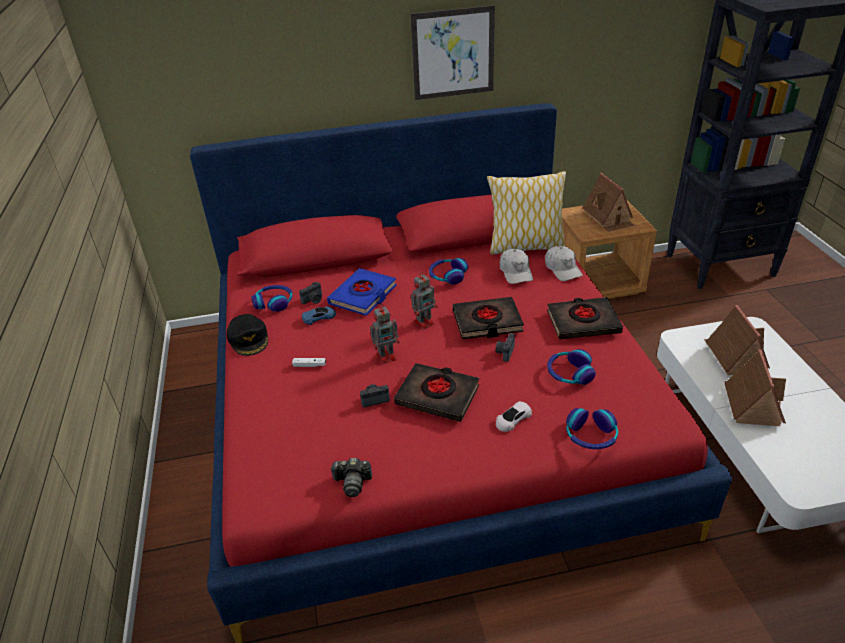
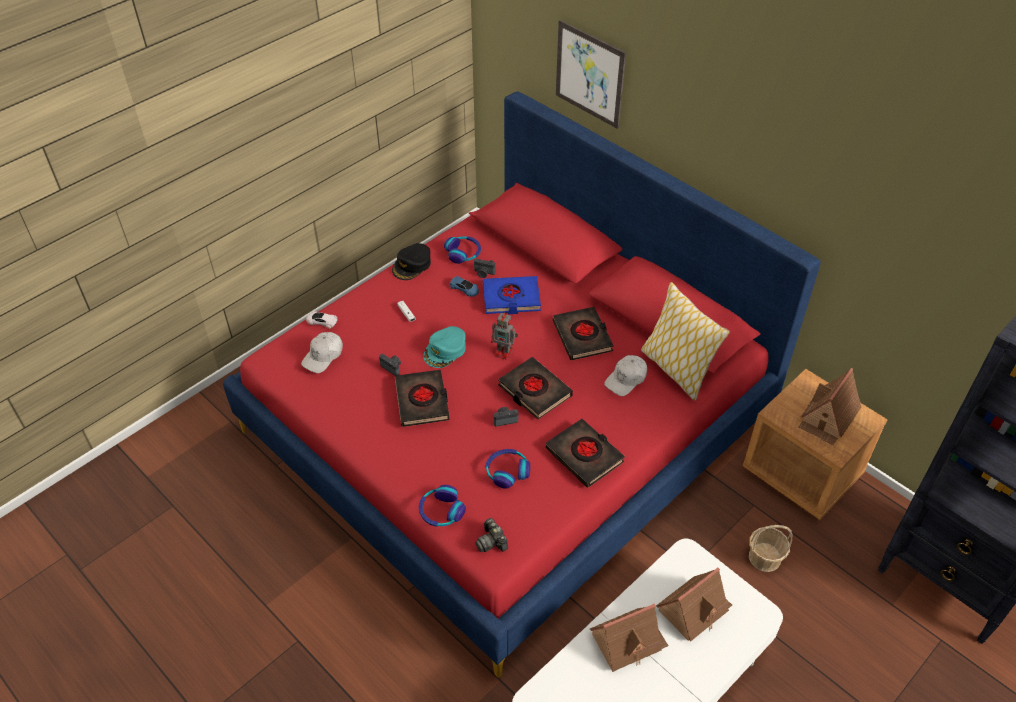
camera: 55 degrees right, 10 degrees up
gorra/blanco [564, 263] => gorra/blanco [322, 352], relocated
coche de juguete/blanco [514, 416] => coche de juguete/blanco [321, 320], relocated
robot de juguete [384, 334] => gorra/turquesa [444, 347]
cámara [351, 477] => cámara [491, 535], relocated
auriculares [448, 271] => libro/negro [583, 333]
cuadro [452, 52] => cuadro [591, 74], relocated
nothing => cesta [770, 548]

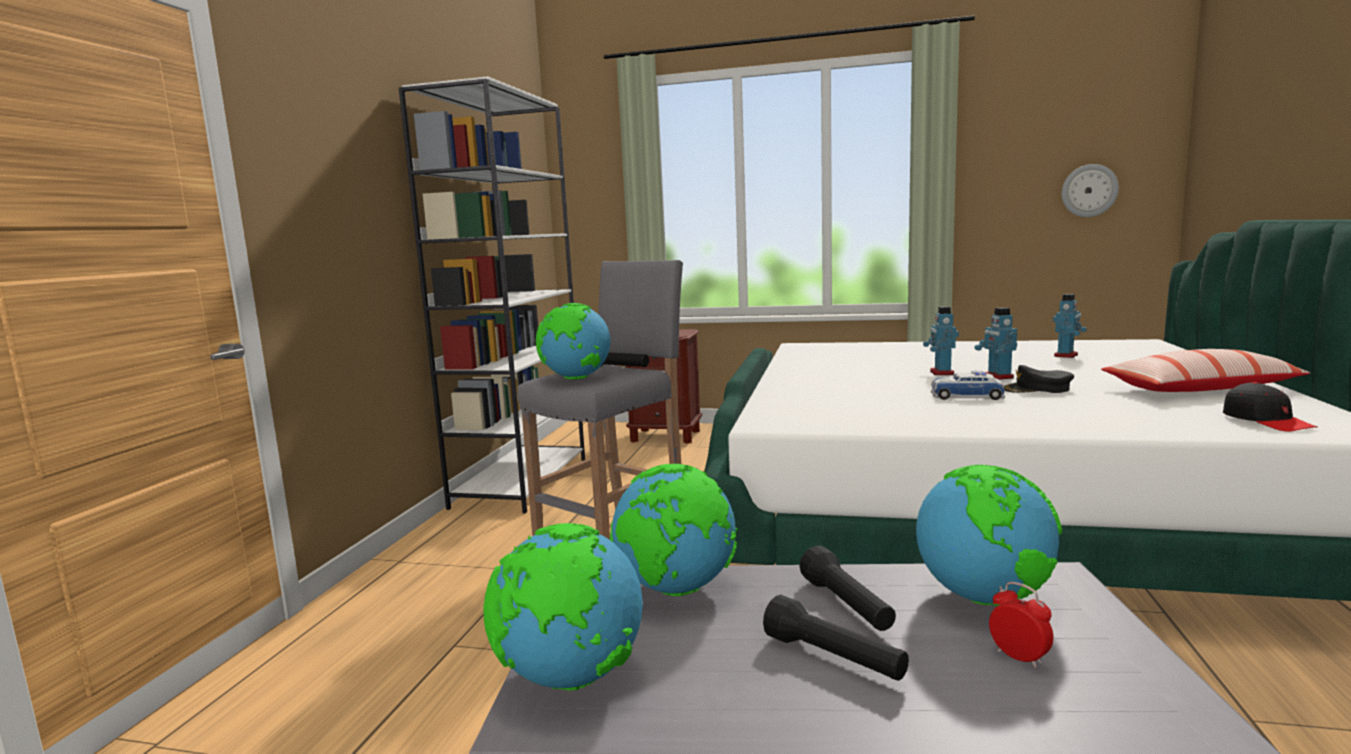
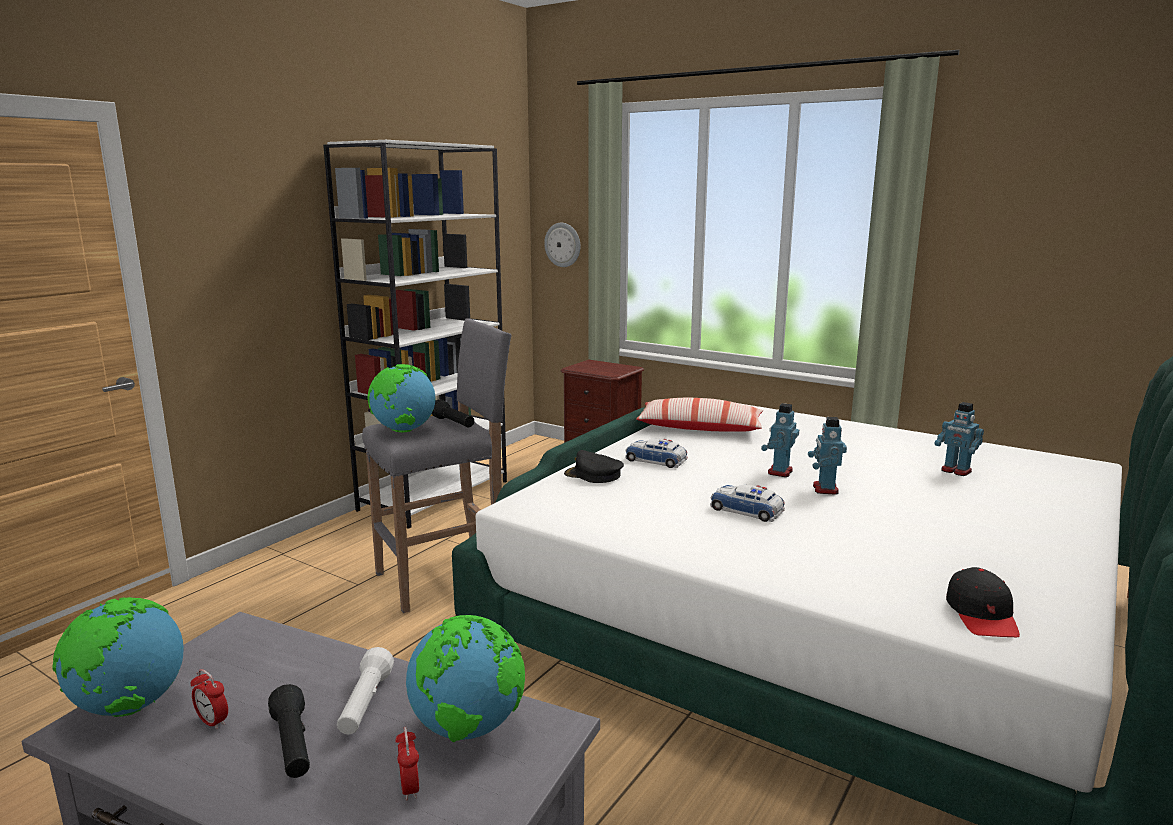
camera: 20 degrees right, 5 degrees up
nothing => despertador [209, 699]
linterna/negro [847, 588] => linterna/blanco [365, 691]
reloj de pared [1090, 190] => reloj de pared [562, 245], relocated
gorra/negro [1039, 379] => gorra/negro [594, 466], relocated
nothing => coche de juguete [656, 453]
cojín [1205, 370] => cojín [699, 415], relocated
robot de juguete [1070, 326] => robot de juguete [959, 439], 75 degrees clockwise
globo terráqueo [674, 530] => nothing

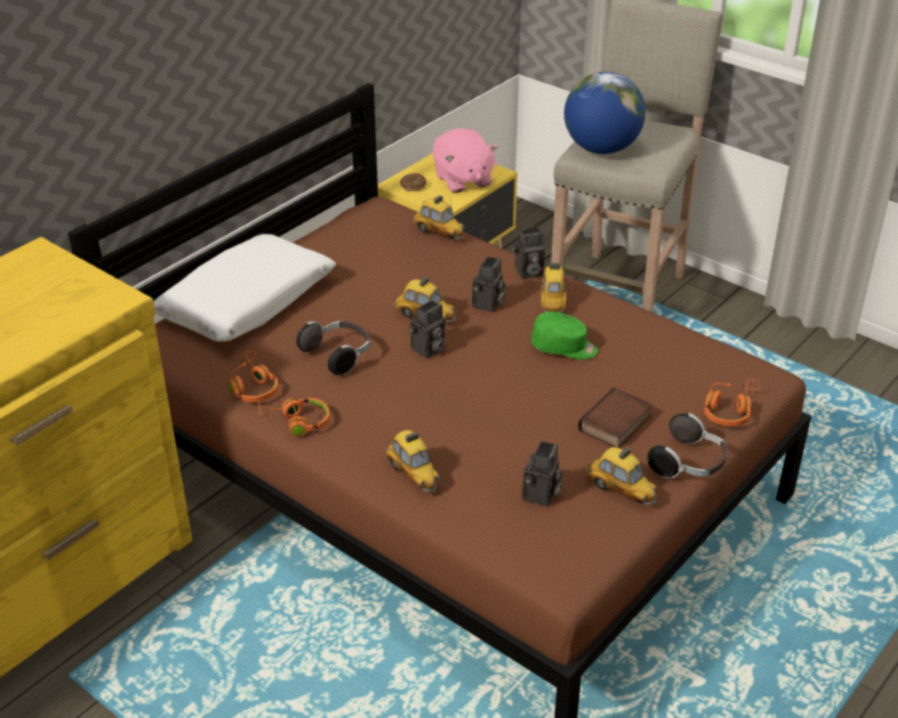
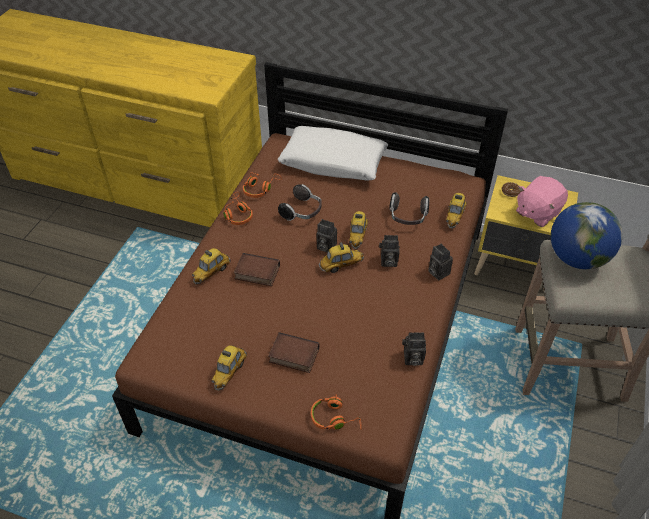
camera: 70 degrees right, 10 degrees up
nothing => libro [257, 269]
coche de juguete [553, 287] => coche de juguete [341, 256], relocated
auriculares [687, 446] => auriculares [409, 208], relocated
cámara [542, 473] => cámara [414, 349], relocated
gorra/verde [564, 335] => nothing

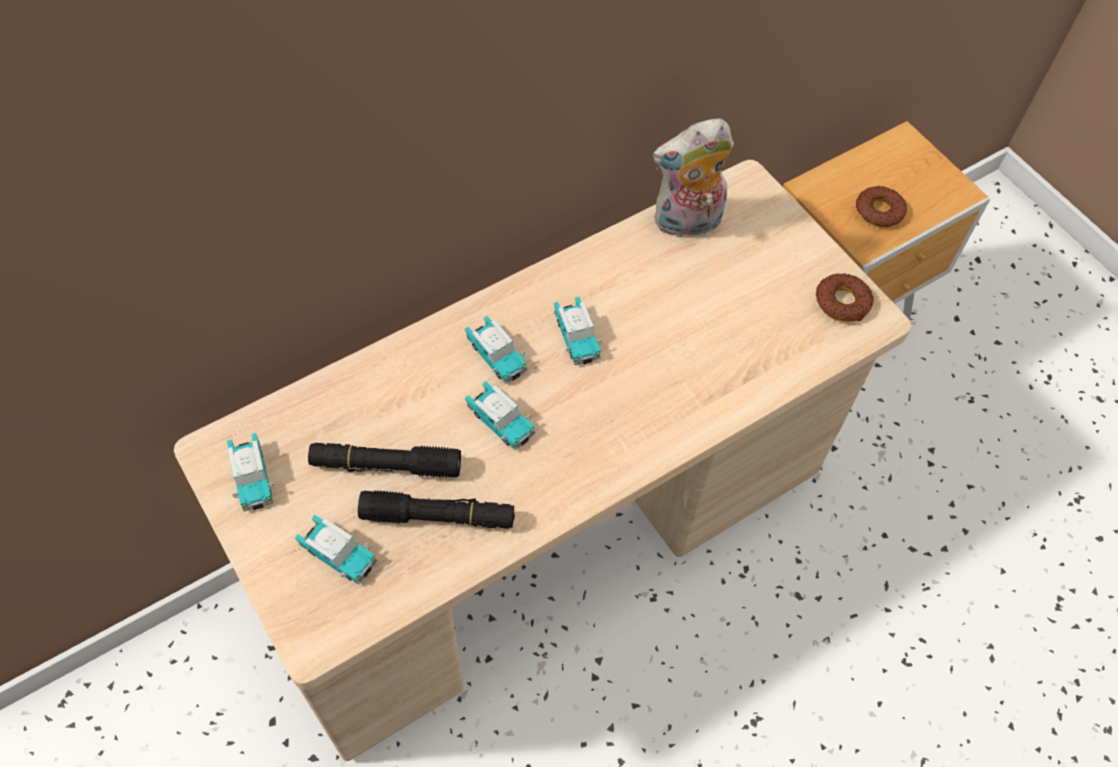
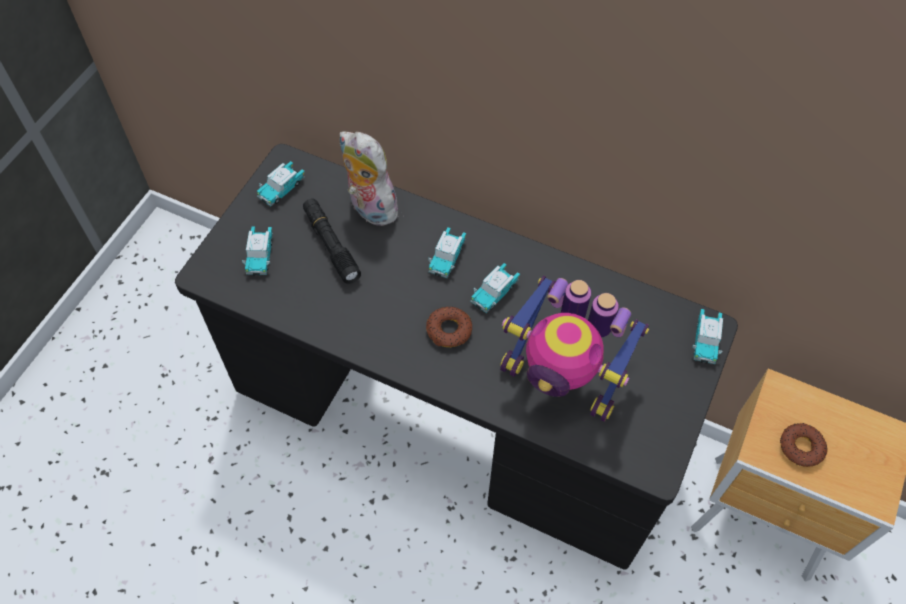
camera: 60 degrees right, 0 degrees up
escritorio/beis [543, 460] => escritorio/negro [456, 357]
peluche [693, 178] => peluche [369, 178], relocated
rosquilla [845, 297] => rosquilla [449, 327], relocated
nothing => robot de juguete [574, 349]
coche de juguete [500, 415] => coche de juguete [707, 336], relocated
linterna/negro [436, 509] => nothing

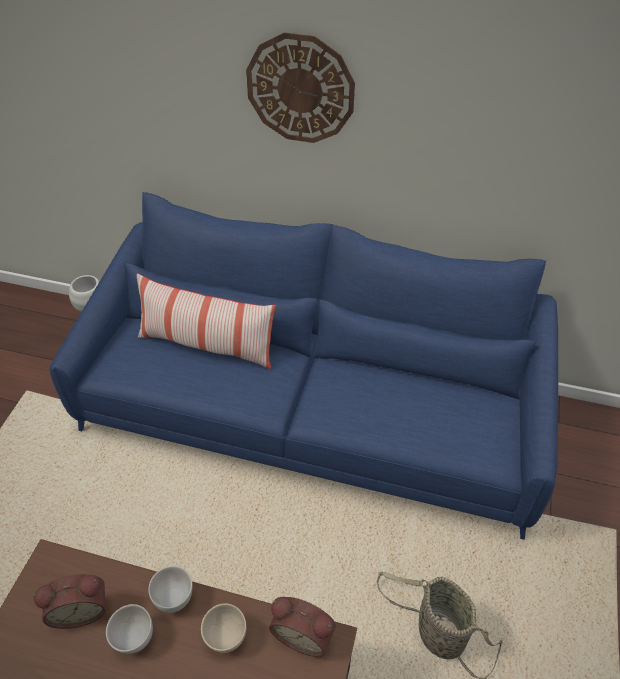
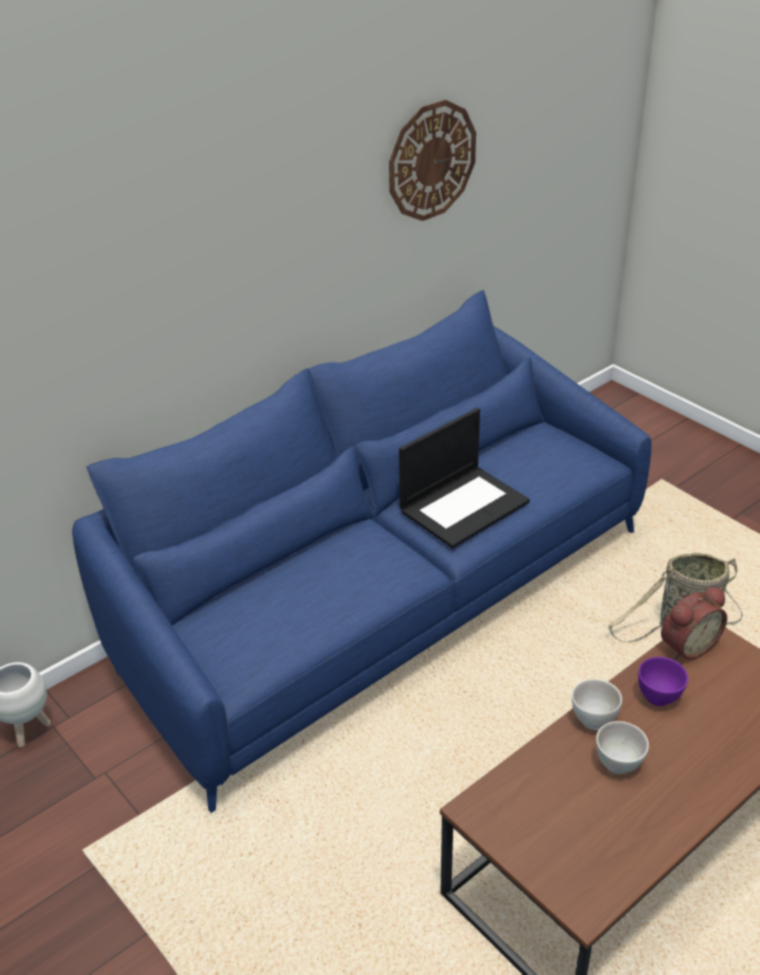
camera: 55 degrees left, 10 degrees down
reloj de pared [300, 87] => reloj de pared [432, 160], relocated
nothing => portátil [464, 478]
cuenco/beis [223, 628] => cuenco/morado [663, 681]
despertador [69, 601] => nothing
cojín [206, 321] => nothing

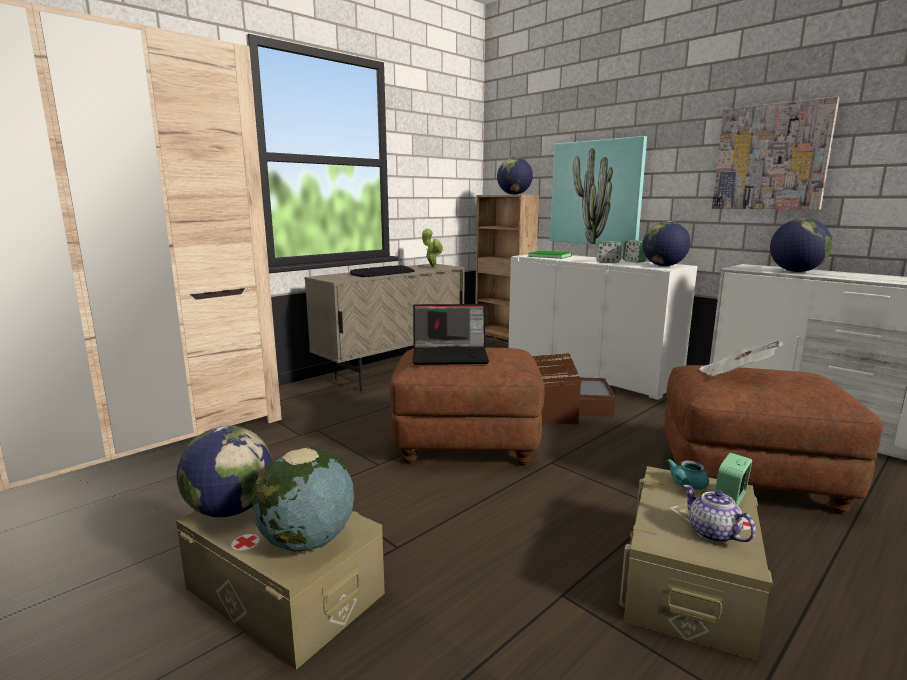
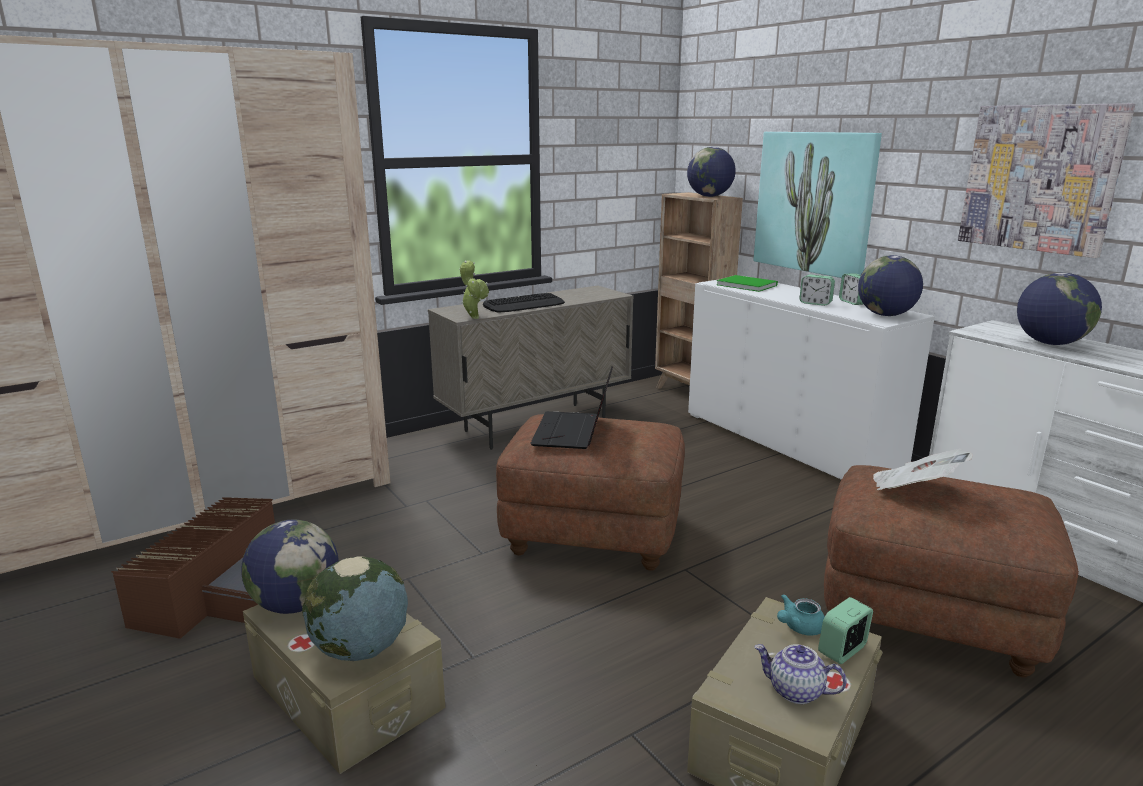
camera: 10 degrees right, 5 degrees up
caja de almacenaje/marrón [573, 388] => caja de almacenaje/marrón [193, 568], relocated
planta en maceta [432, 248] => planta en maceta [474, 289], relocated
portátil [450, 334] => portátil [571, 407], 90 degrees clockwise
tetera [719, 514] => tetera [800, 674], 45 degrees counterclockwise

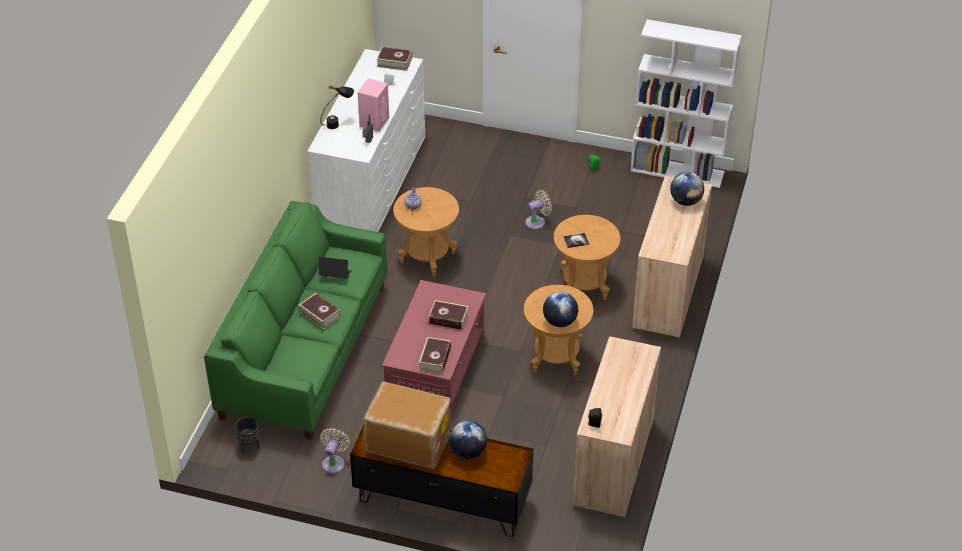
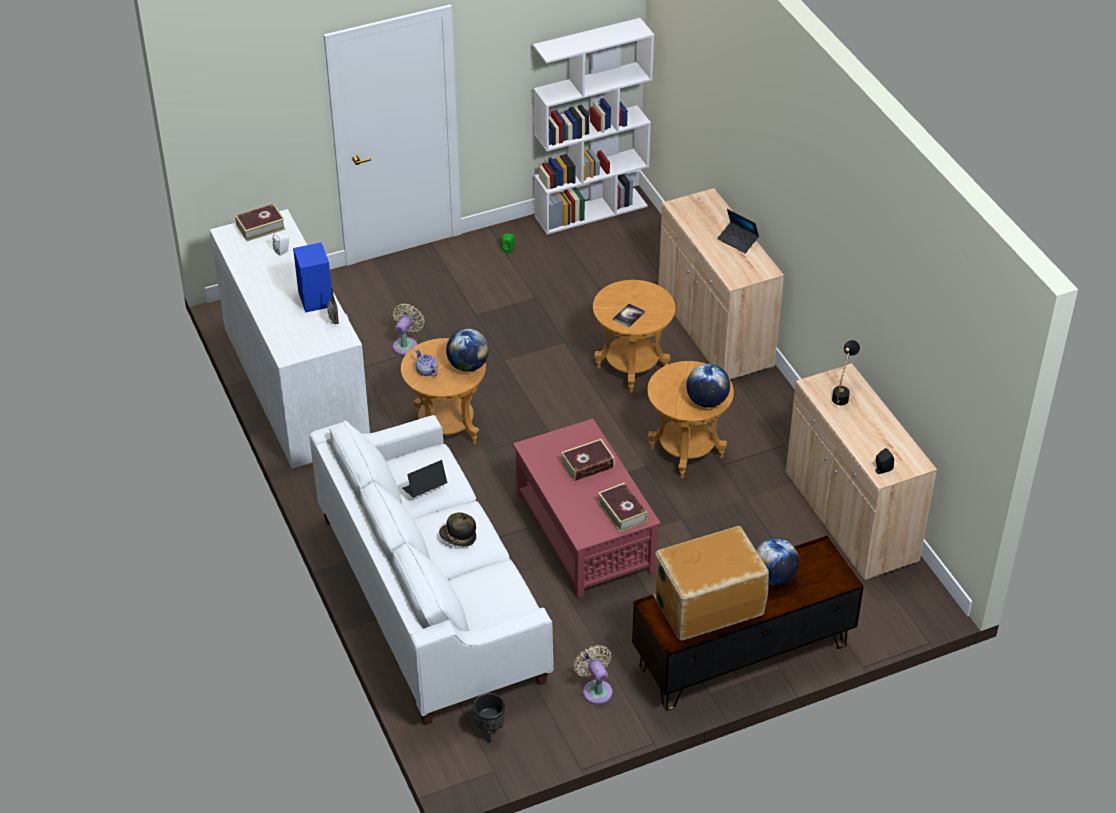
camera: 40 degrees left, 0 degrees up
altavoz/rosa [373, 105] => altavoz/azul [312, 277]
sofá/verde [296, 320] => sofá/blanco [431, 570]
ventilador/beis [538, 210] => ventilador/beis [409, 329], relocated
libro [320, 311] => sombrero [457, 529]
globo terráqueo [687, 189] => globo terráqueo [467, 350], relocated
nothing => portátil [738, 231]
lámpara de mesa/negro [337, 107] => lámpara de mesa/negro [846, 372], relocated

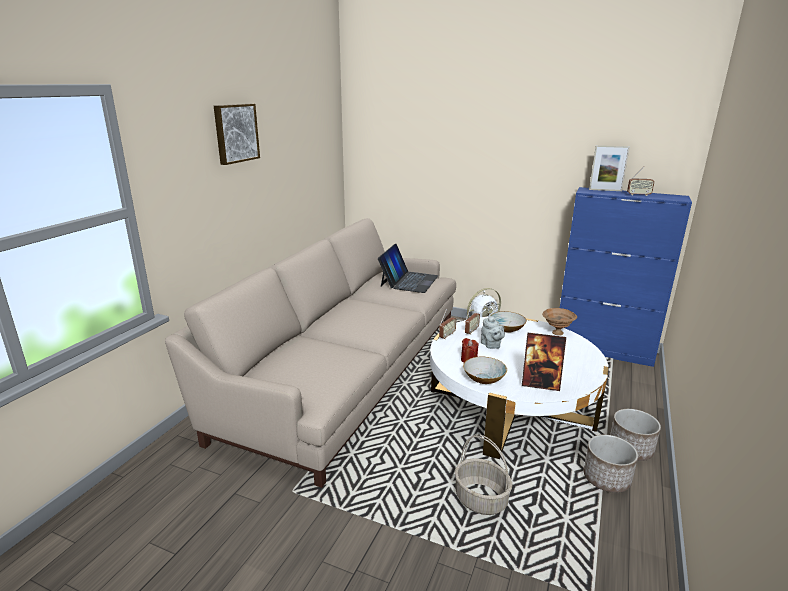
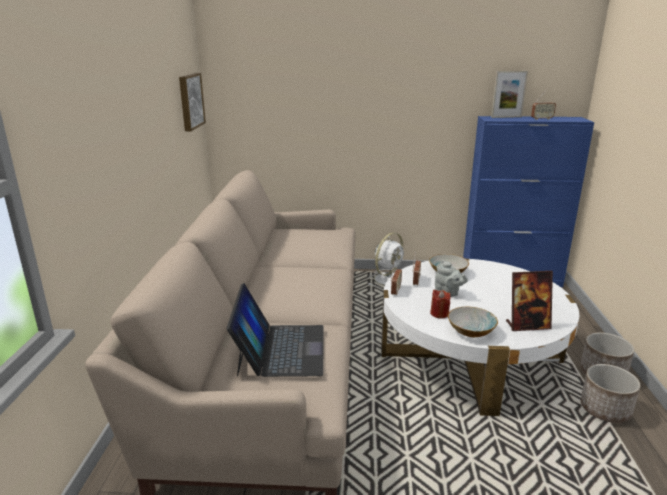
camera: 20 degrees left, 0 degrees up
cuadro [237, 134] => cuadro [192, 102], relocated
portátil [408, 268] => portátil [275, 330], relocated
cesta [483, 474] => nothing
cuenco/marrón [559, 322] => nothing

